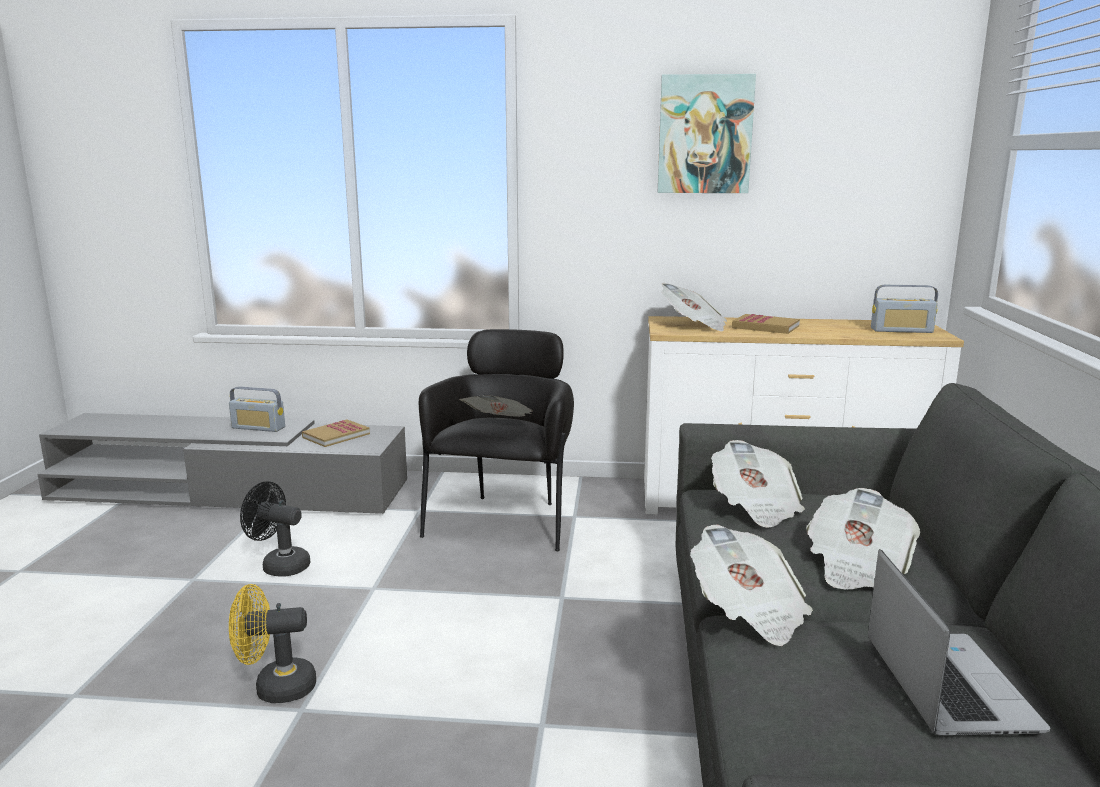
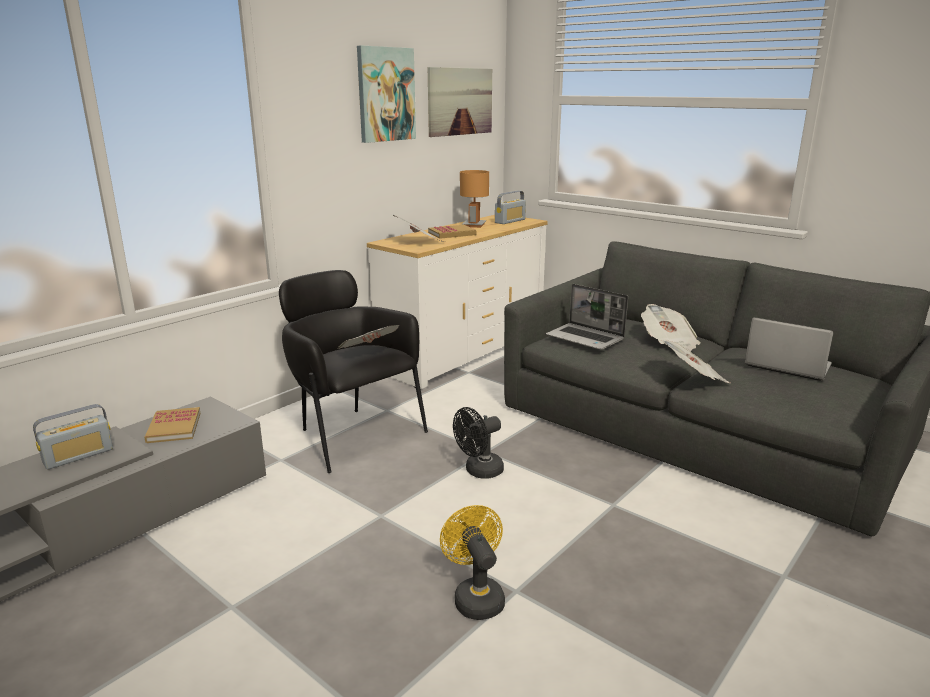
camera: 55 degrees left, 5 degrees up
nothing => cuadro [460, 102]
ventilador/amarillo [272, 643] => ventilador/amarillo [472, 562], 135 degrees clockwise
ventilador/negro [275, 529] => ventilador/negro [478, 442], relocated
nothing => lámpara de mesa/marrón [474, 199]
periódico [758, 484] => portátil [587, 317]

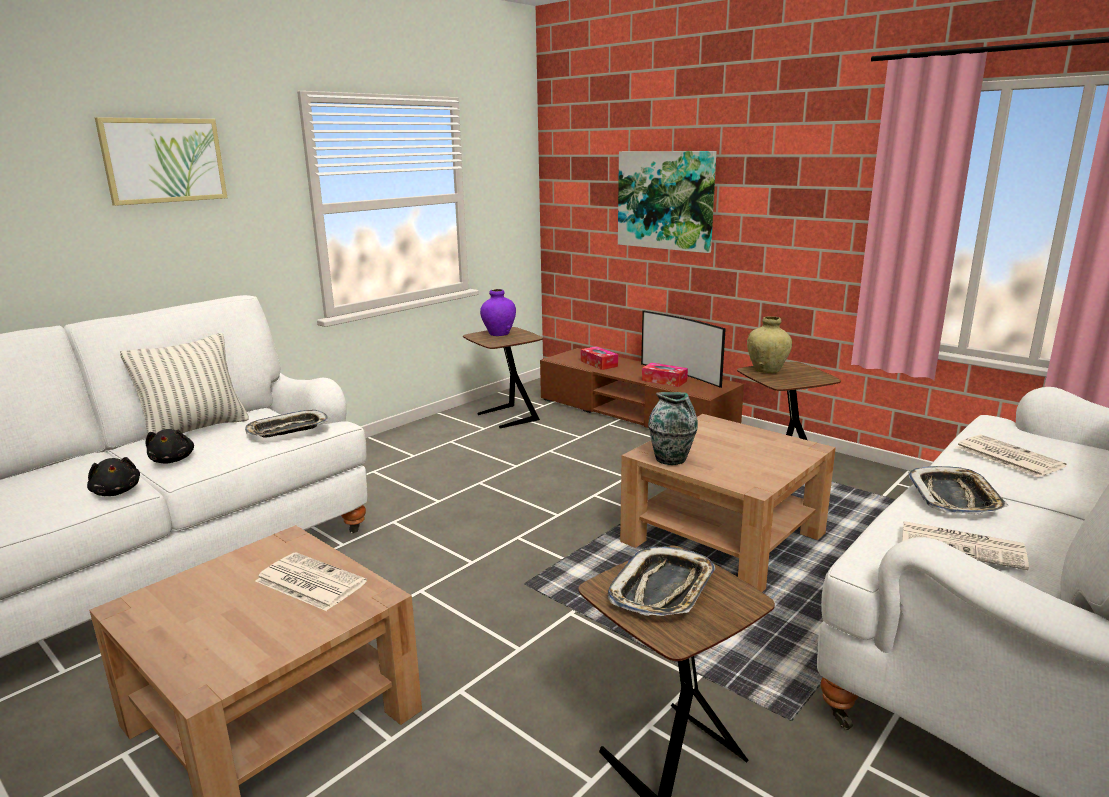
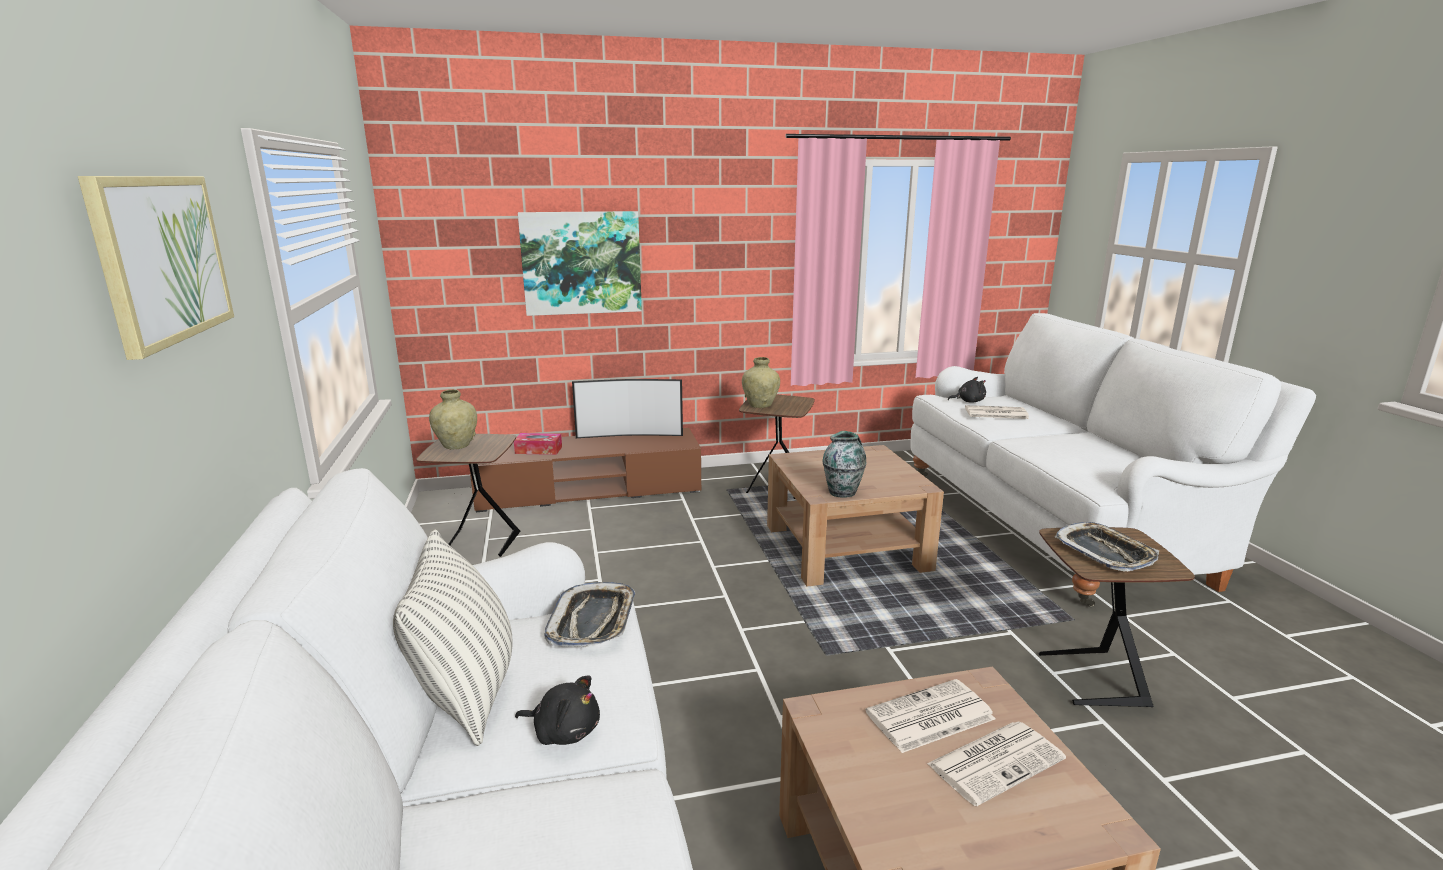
camera: 55 degrees left, 0 degrees up
florero/morado [498, 312] => florero/beis [453, 420]
periódico [965, 545] => periódico [996, 763], relocated
peluche/negro [113, 476] => peluche/negro [967, 390], relocated
caja de pañuelos [665, 375] => nothing
bandeja [958, 490] => nothing

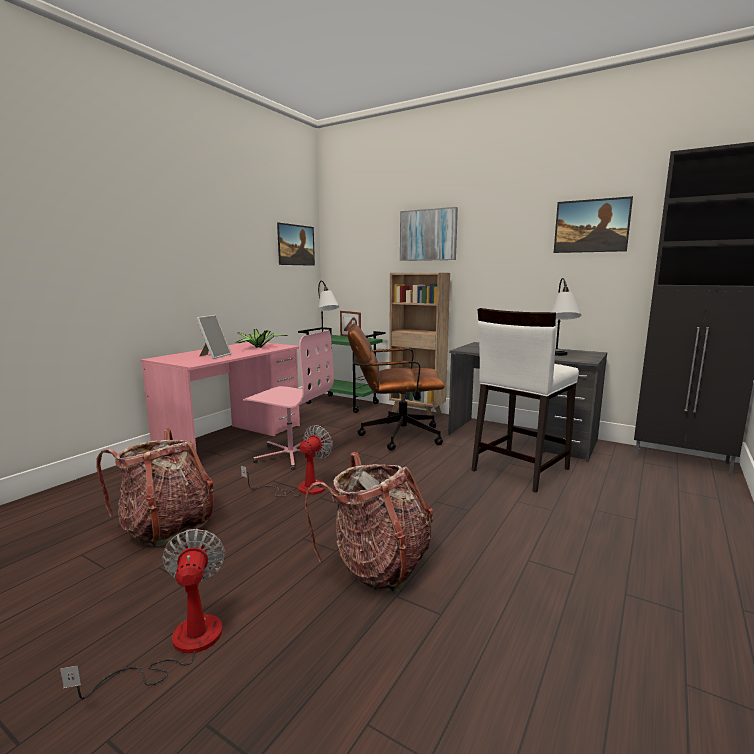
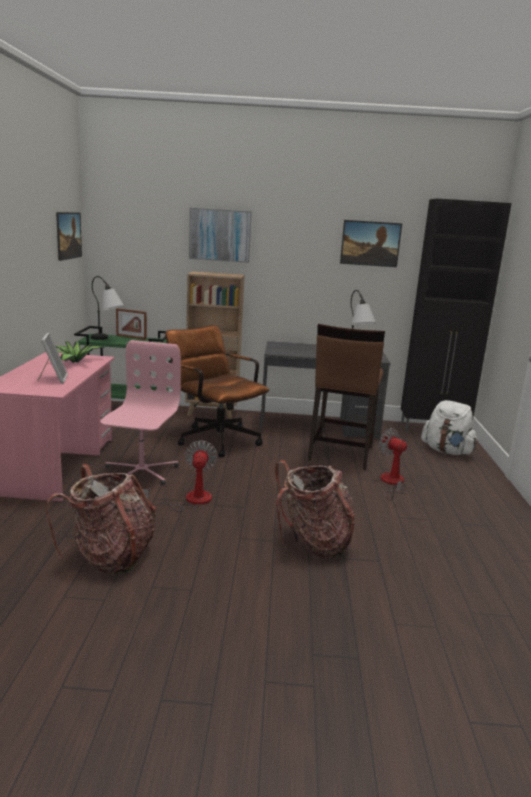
camera: 30 degrees left, 5 degrees up
silla de oficina/rosa [288, 400] => silla de oficina/rosa [140, 412], 75 degrees counterclockwise
silla de oficina/marrón [396, 387] => silla de oficina/marrón [217, 391], 75 degrees clockwise
taburete/blanco [525, 400] => taburete/marrón [346, 397]
ventilador [142, 614] => ventilador [393, 464], relocated
nothing => mochila/blanco [449, 427]

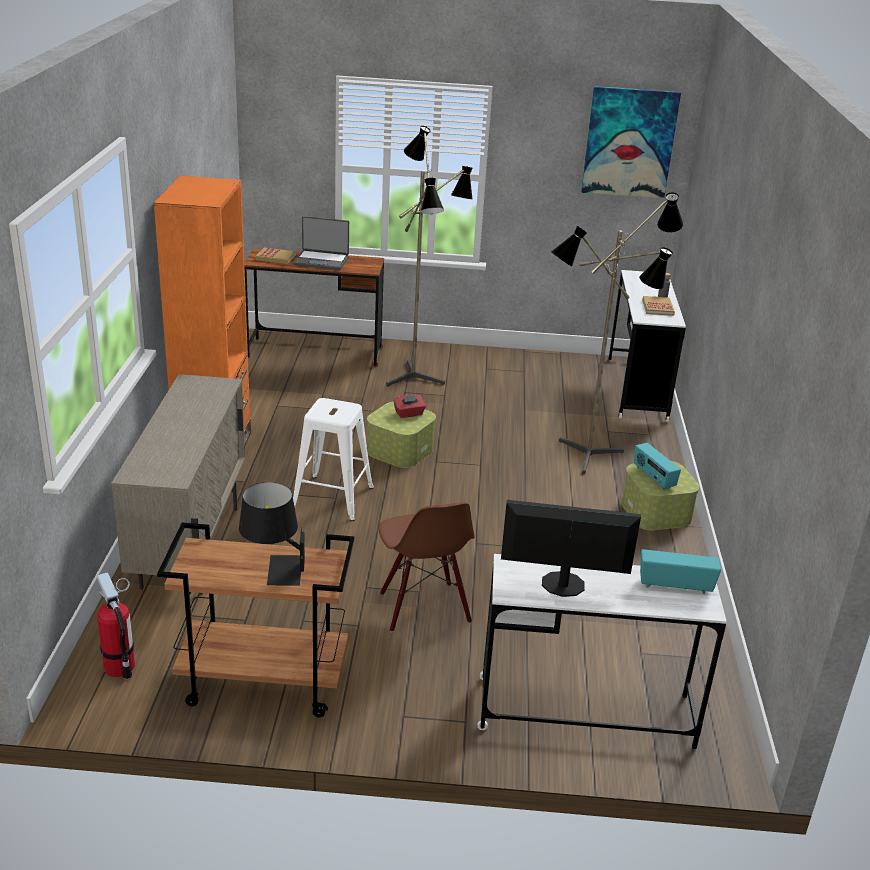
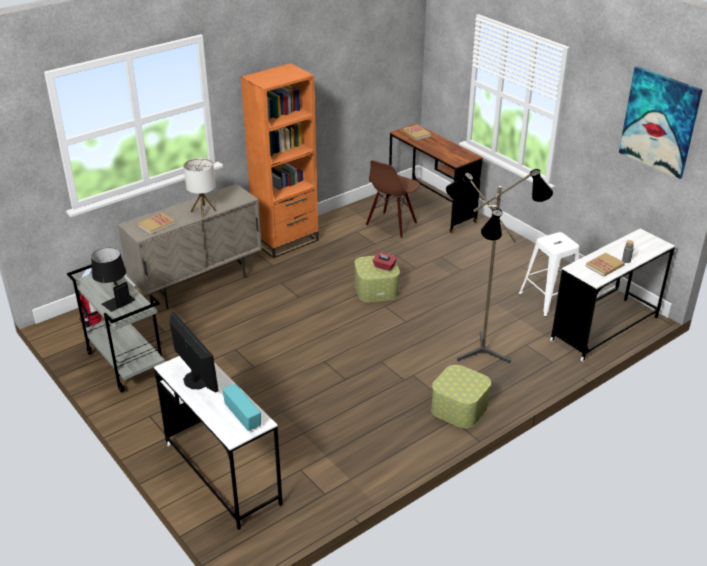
camera: 50 degrees right, 5 degrees up
carrito/marrón [256, 620] => carrito/gris [116, 328]
nothing => libro [157, 223]
nothing => lámpara de mesa [200, 188]
silla/marrón [427, 567] => silla/marrón [393, 199], relocated
taburete/blanco [333, 459] => taburete/blanco [549, 274], relocated
portátil [321, 243] => nothing
lámpara de pie [429, 256] => nothing
radio [657, 466] => nothing

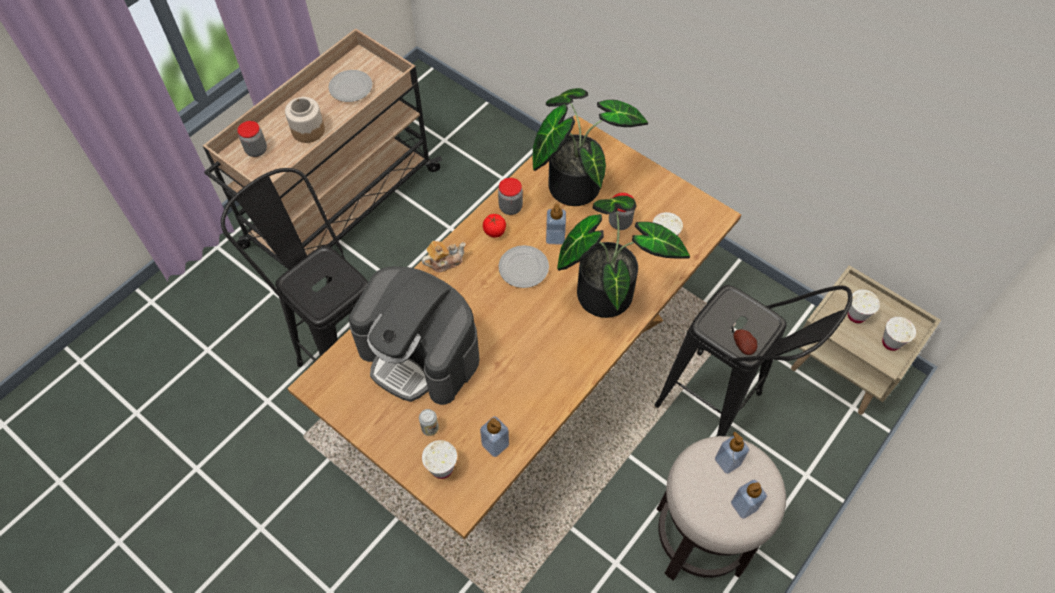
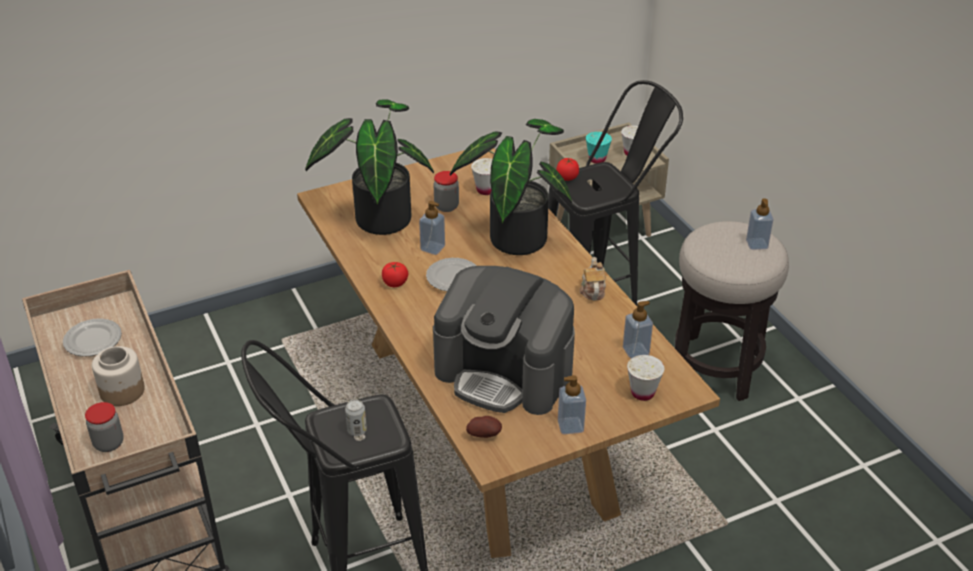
camera: 65 degrees left, 20 degrees down
lata [429, 422] => lata [356, 417], relocated
cafetera [414, 335] => cafetera [504, 340], 60 degrees clockwise
patata [745, 342] => patata [484, 427], relocated
nothing => tomate [567, 169]
dispensador de jabón [732, 453] => dispensador de jabón [572, 404], relocated
tetera [443, 256] => tetera [593, 278], relocated
taza/blanco [864, 306] => taza/turquesa [599, 148]
tarro [510, 196] => nothing

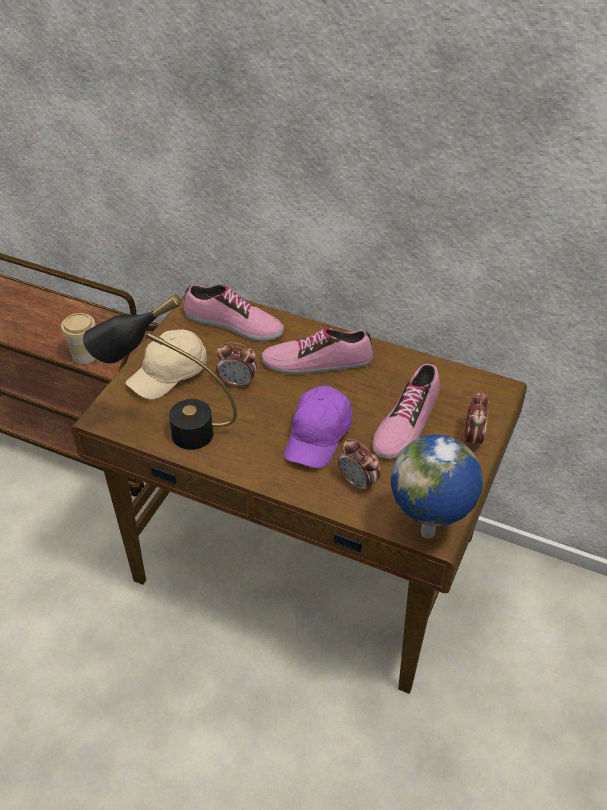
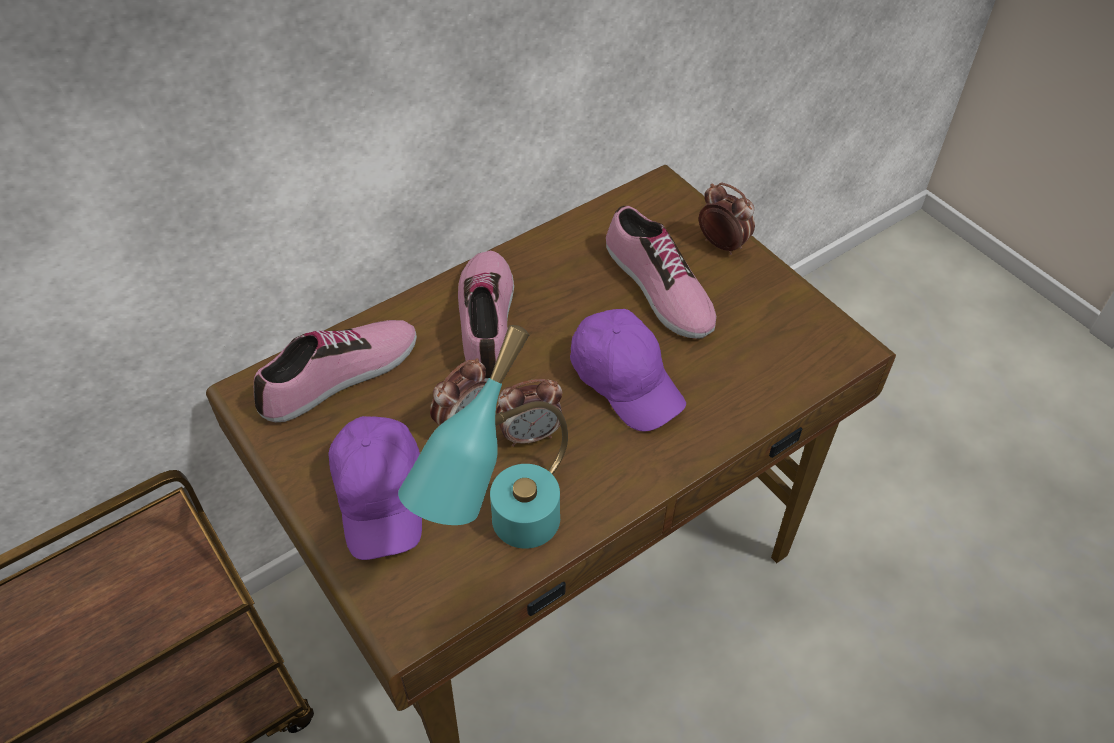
camera: 60 degrees left, 5 degrees up
gorra/beis [166, 364] => gorra/morado [375, 488]
lámpara de mesa/negro [160, 372] => lámpara de mesa/turquesa [483, 437]
zapato [317, 351] => zapato [486, 316], 150 degrees clockwise
despertador [359, 465] => despertador [529, 413], relocated
taza [78, 338] => nothing
globo terráqueo [437, 486] => nothing

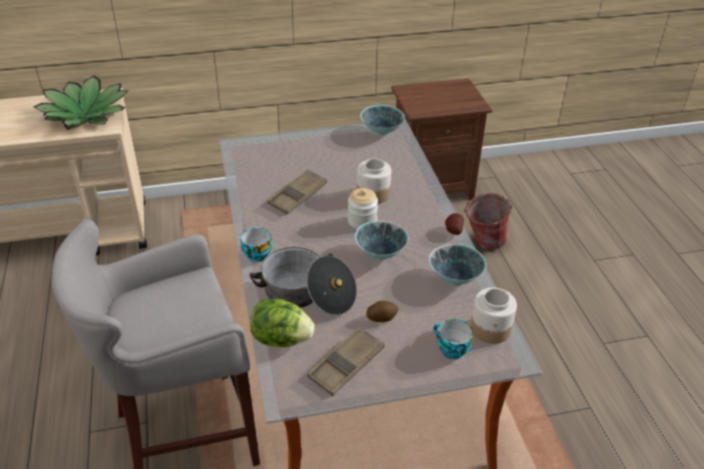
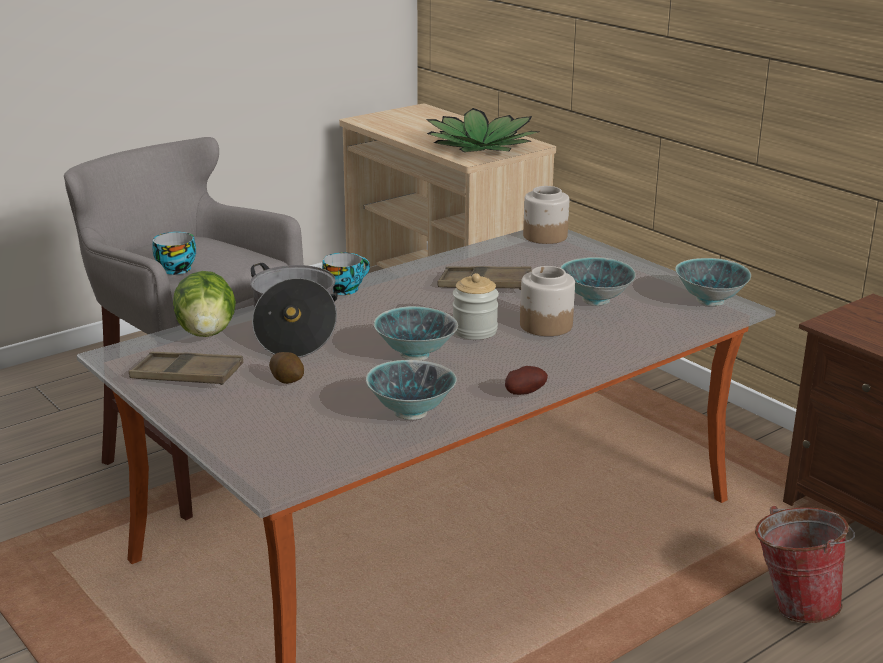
camera: 65 degrees right, 15 degrees down
taza [453, 339] => taza [174, 253], relocated
tarro [494, 316] => tarro [546, 215], relocated
nothing => cuenco [598, 281]

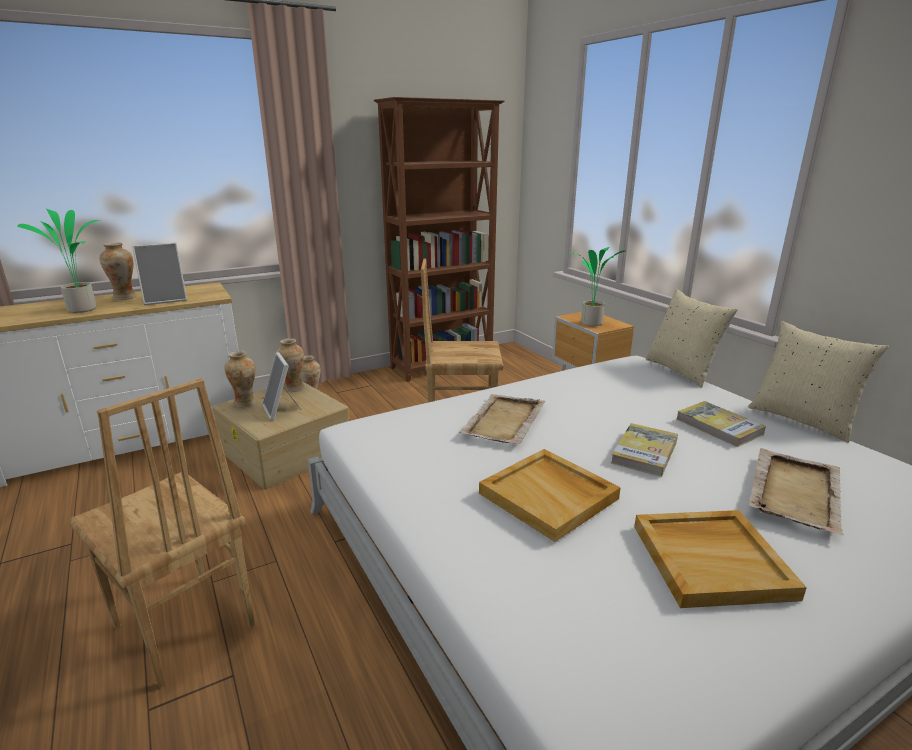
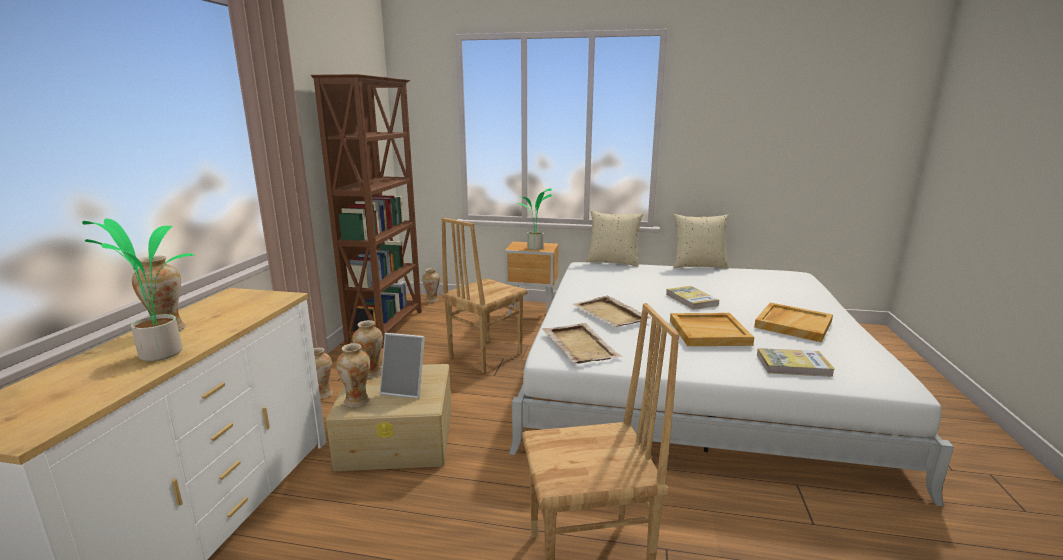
camera: 50 degrees left, 5 degrees down
nothing => florero [431, 285]
bandeja/beis [796, 491] => bandeja/beis [582, 343], relocated
libro [721, 424] => libro [796, 362], relocated
portarretratos [159, 274] => nothing

